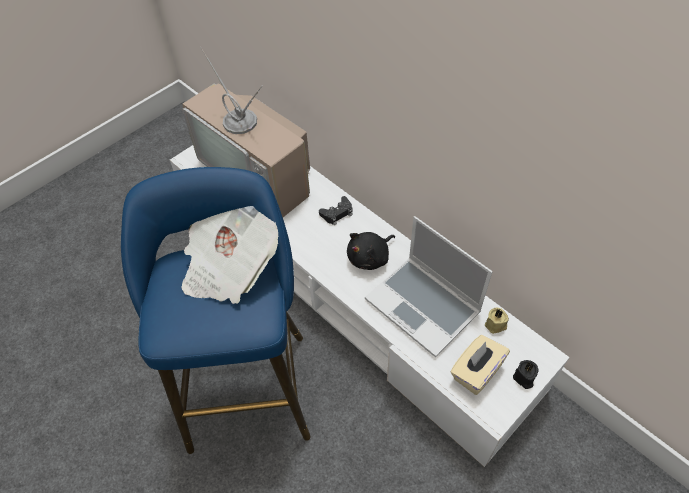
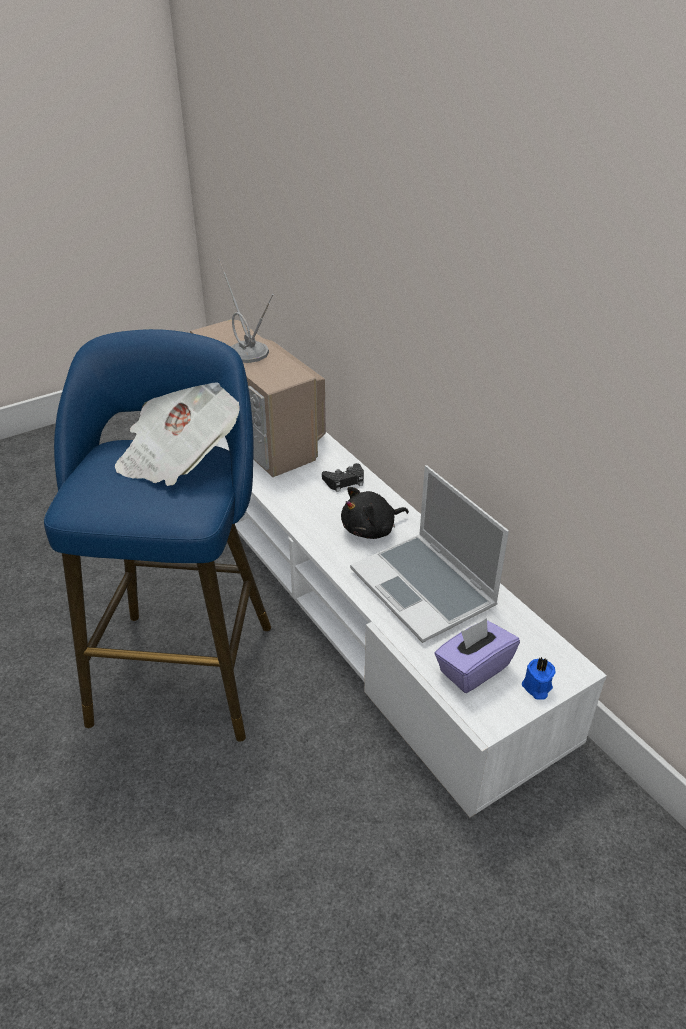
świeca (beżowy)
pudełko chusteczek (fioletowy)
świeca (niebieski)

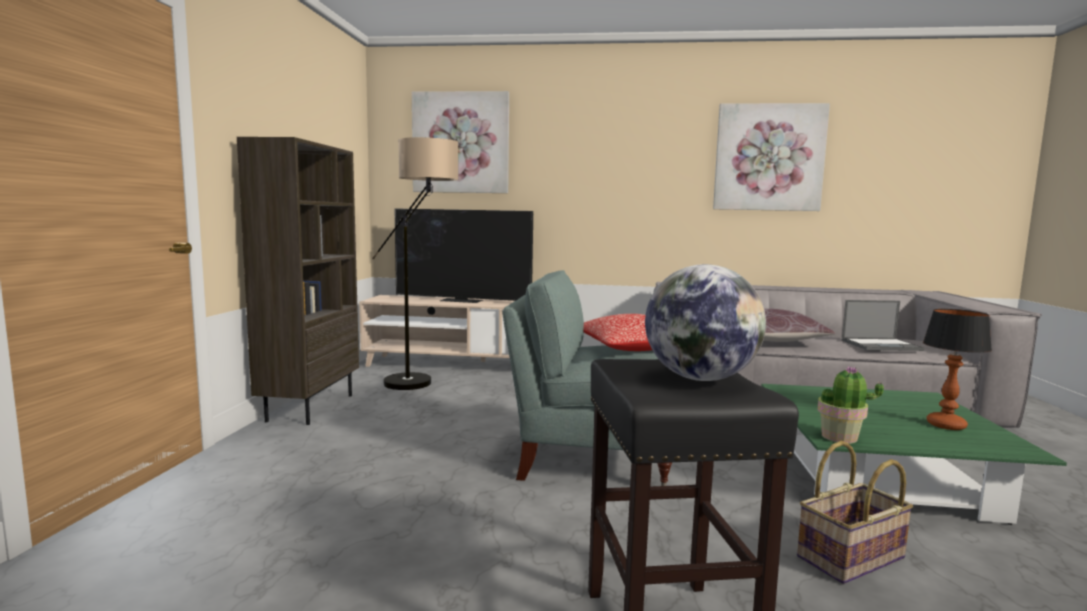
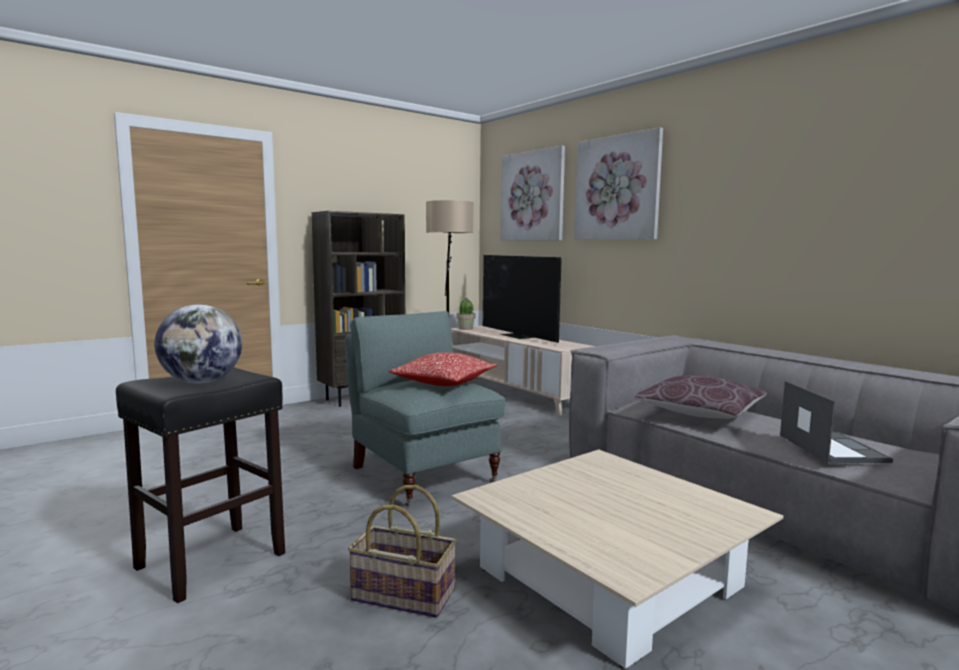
lampa stołowa
obraz (2nd from left)
roślina doniczkowa
ława (beżowy)
laptop

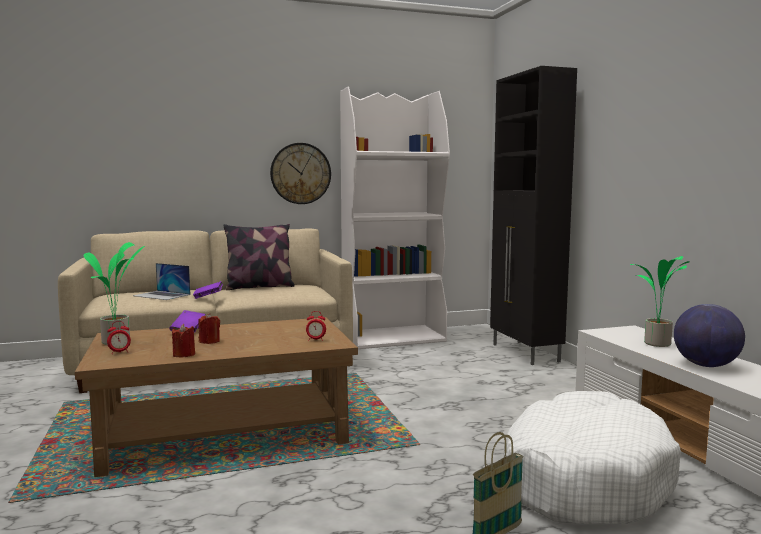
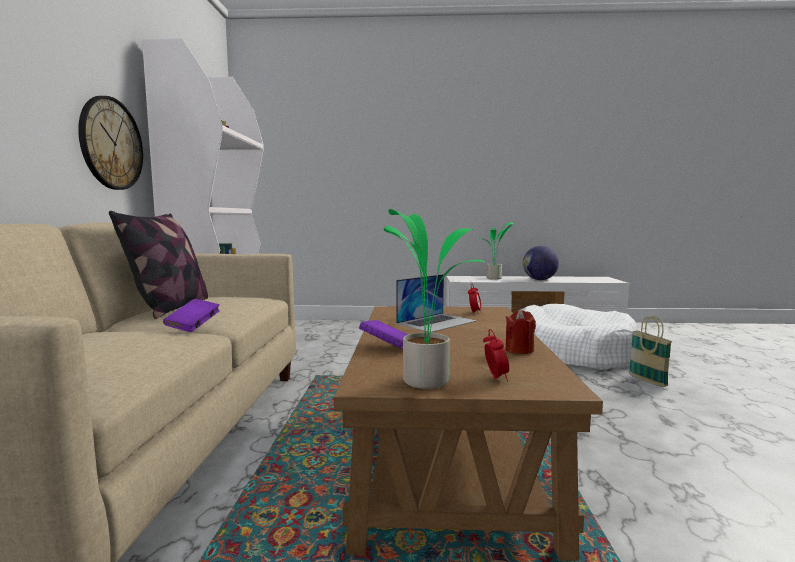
świeca (czerwony) (2nd from left in the first image)
szafka (czarny)
laptop

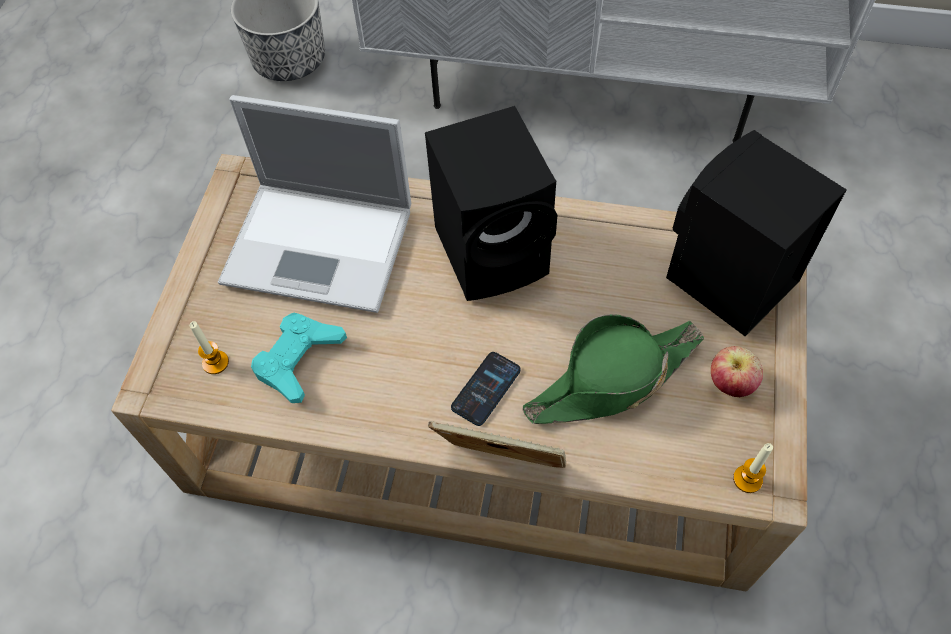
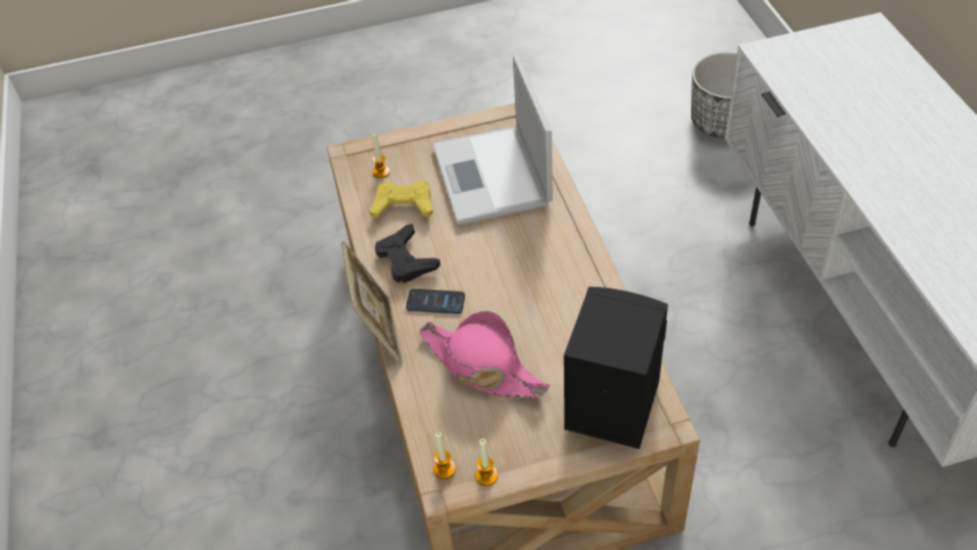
głośnik (czarny) (1st from left in the first image)
jabłko
pad do gier (czarny)
świeca (3rd from left)
pad do gier (żółty)
kapelusz (różowy)

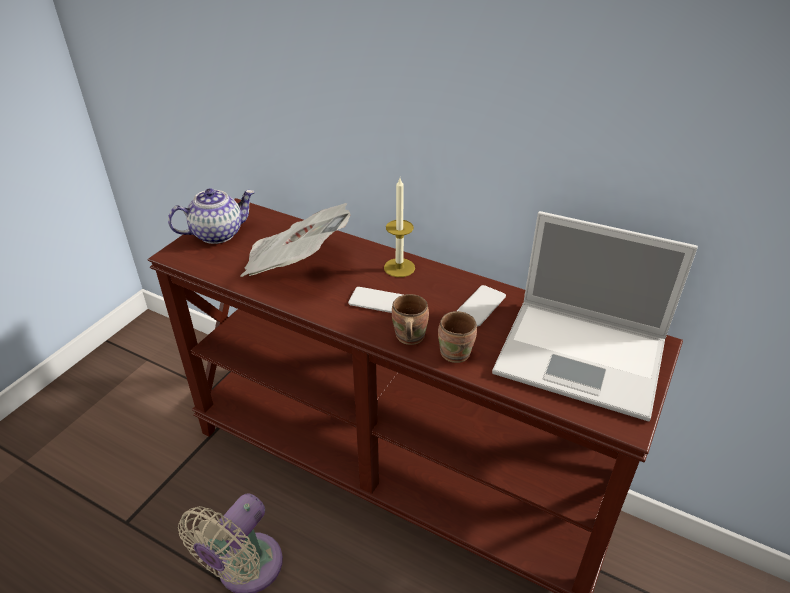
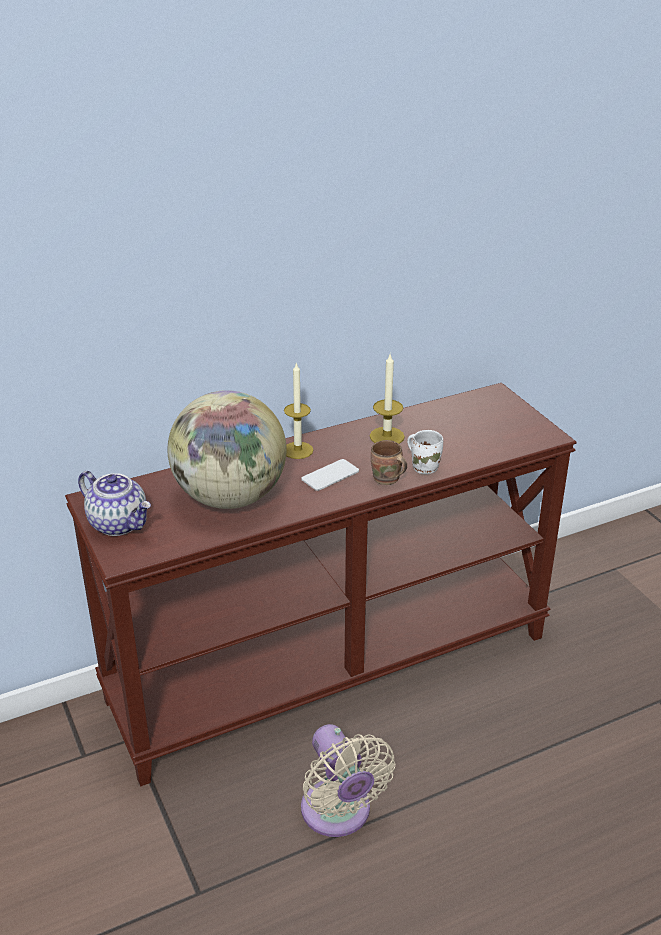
laptop
globus
świeca (2nd from left)
kubek (biały)
imbryk

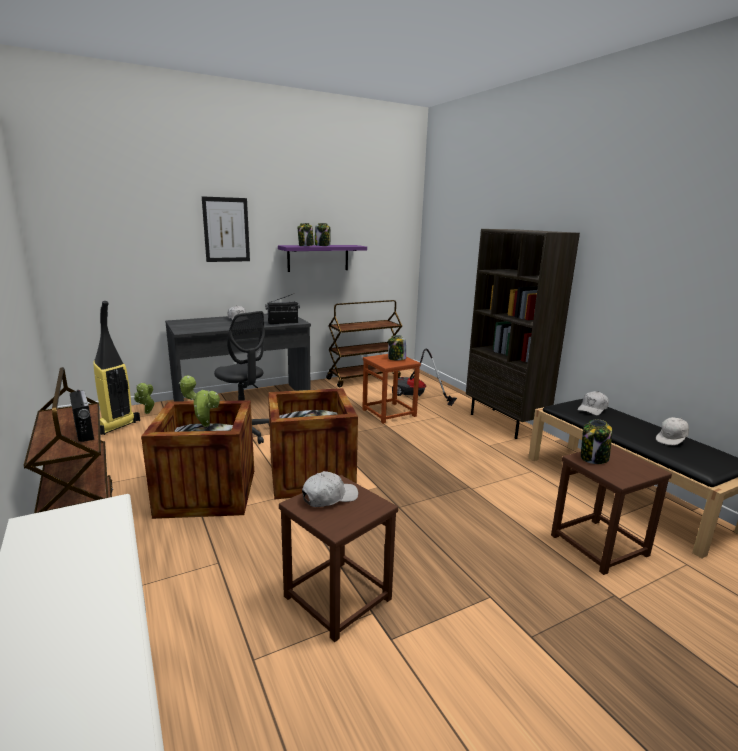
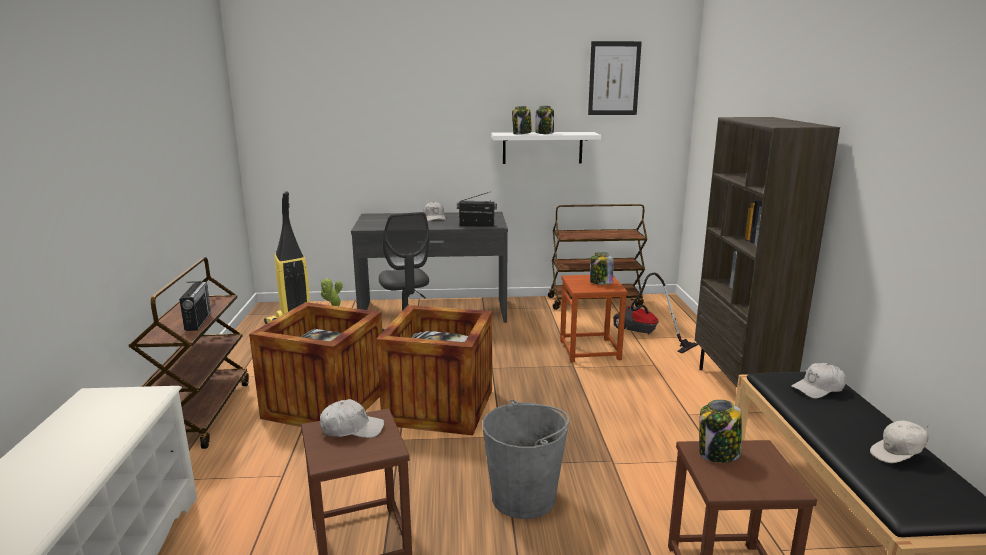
roślina doniczkowa (2nd from left in the first image)
wiadro (szary)
obraz
półka (biały)

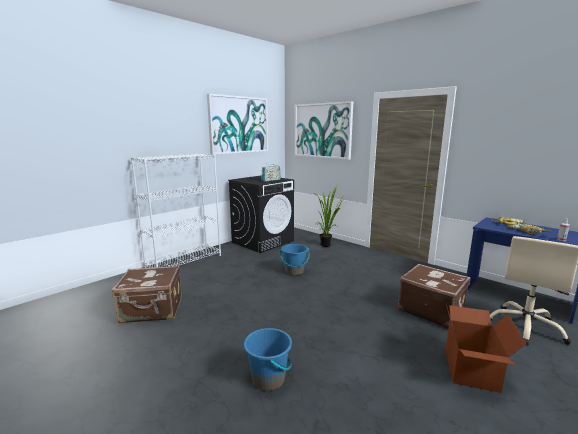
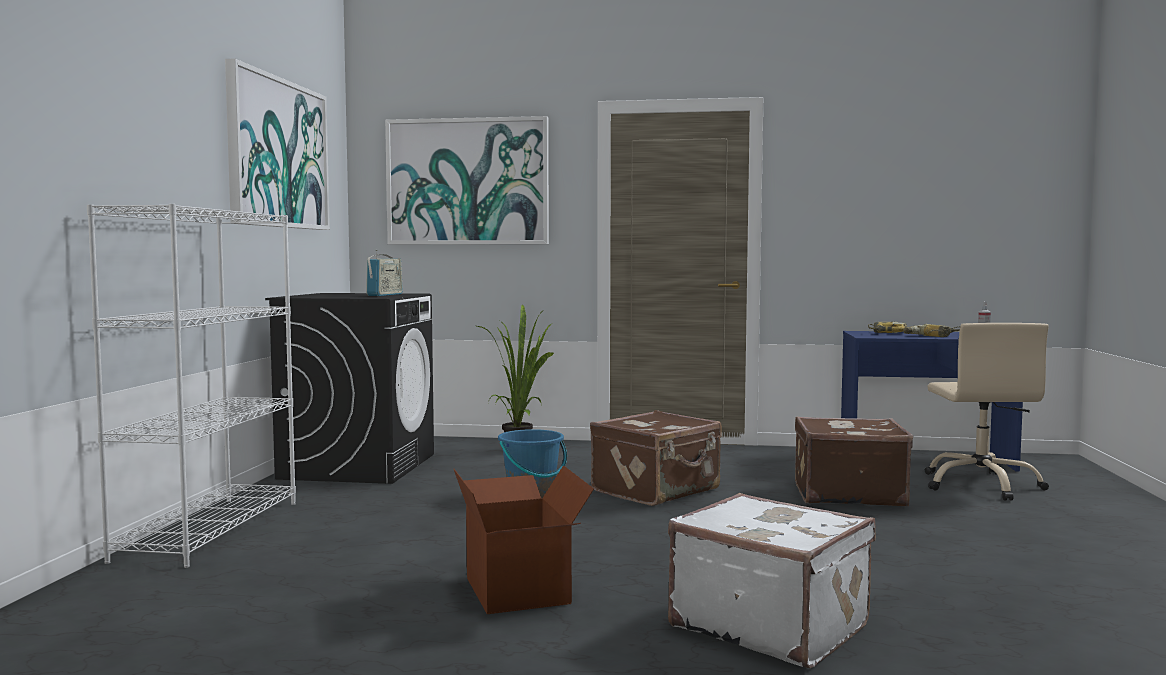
walizka (brązowy) (1st from left)
karton
walizka (biały)

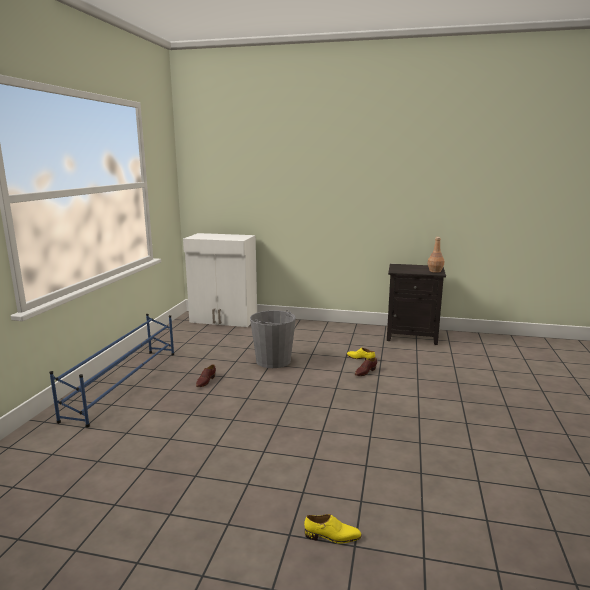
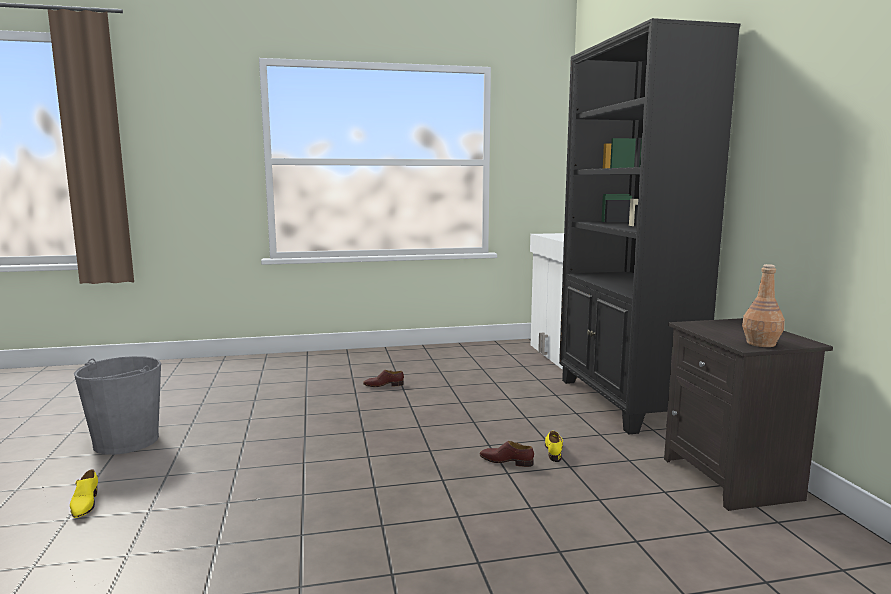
regał na buty (niebieski)
regał (czarny)
wiadro (szary)

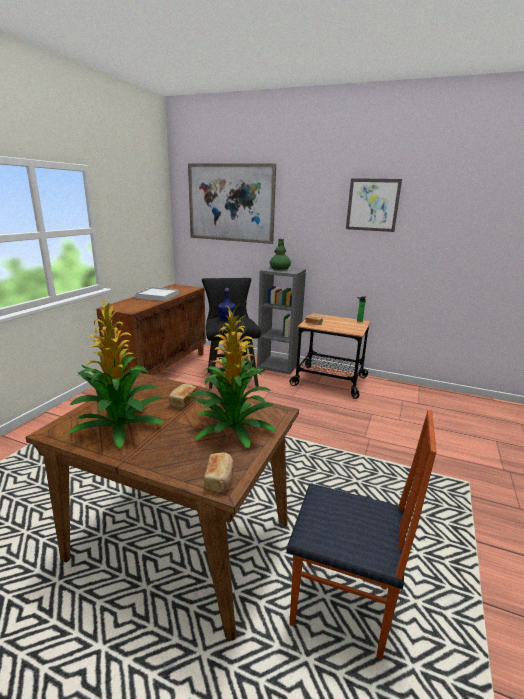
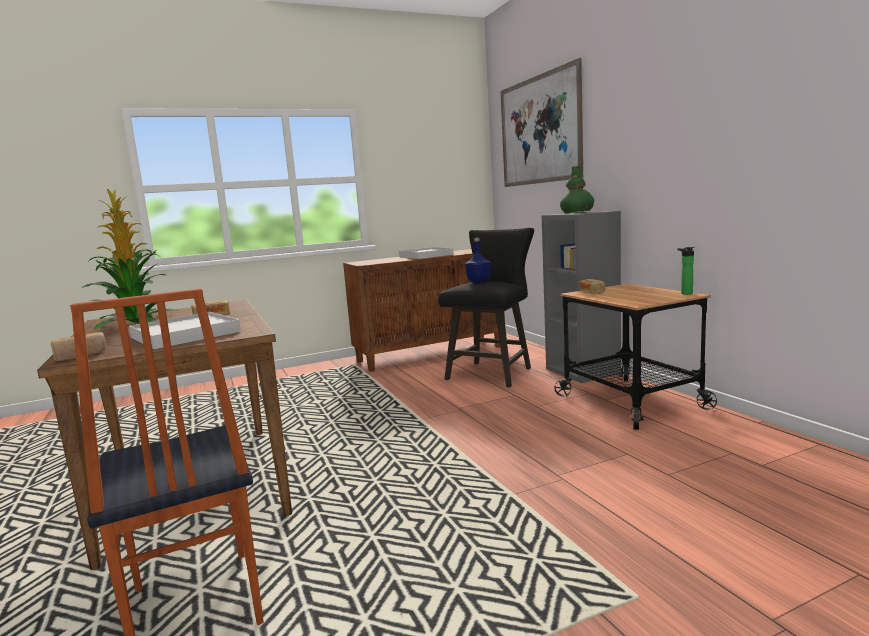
obraz (2nd from left in the first image)
taca (biały) (1st from left)

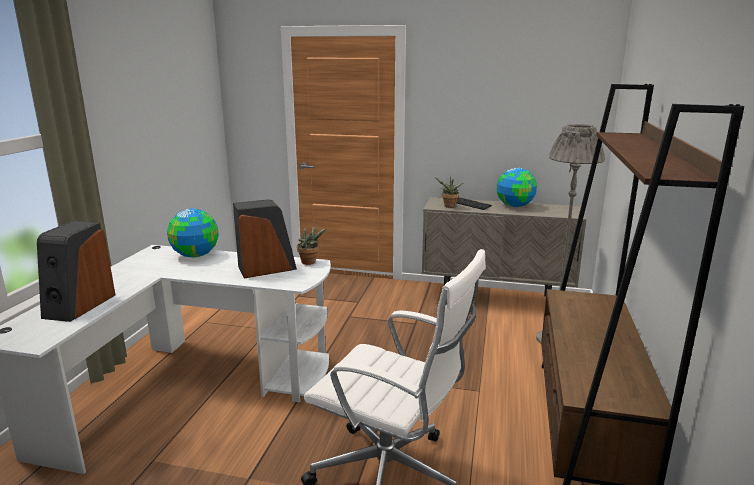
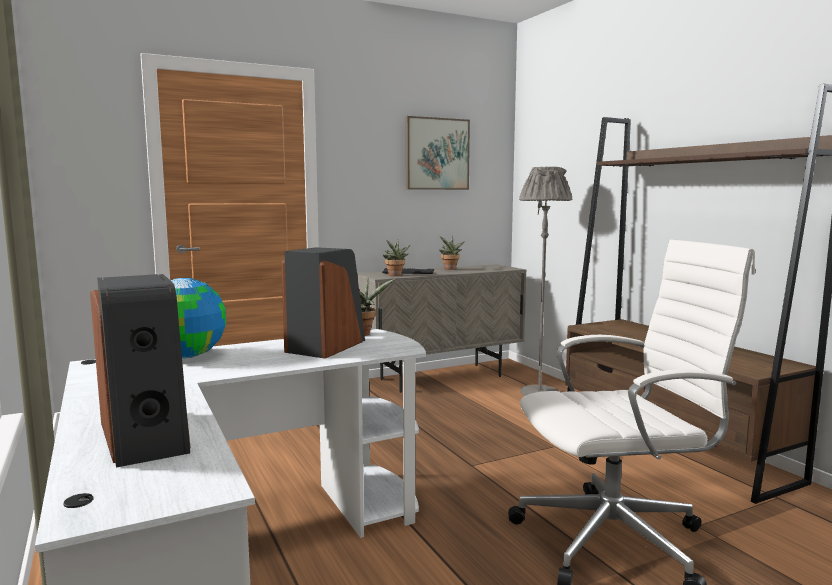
obraz
roślina doniczkowa (3rd from left)

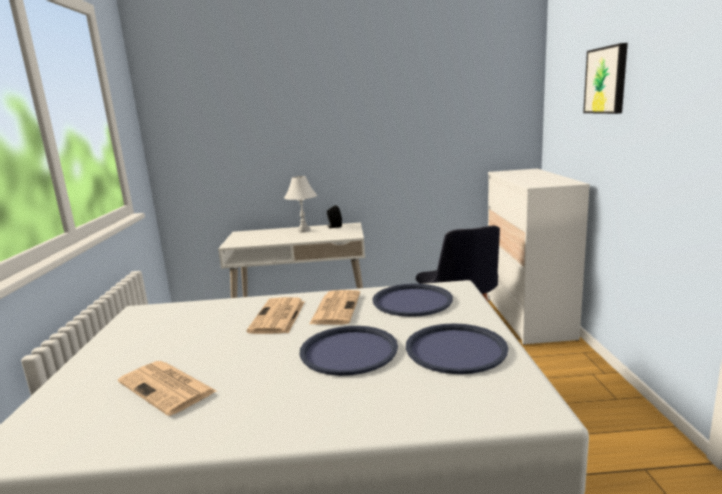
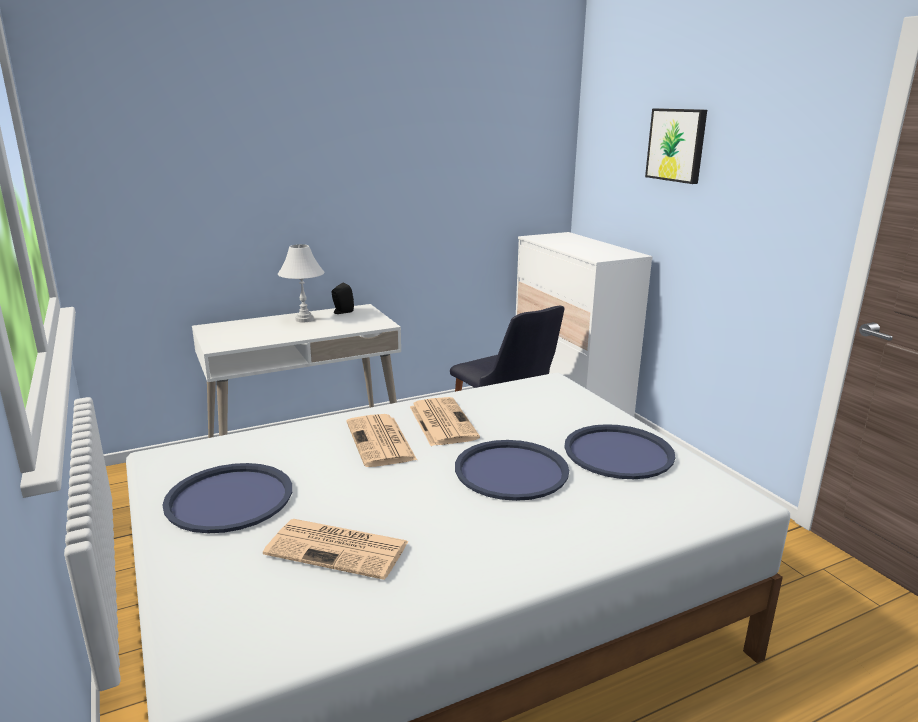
taca (niebieski) (1st from left)

